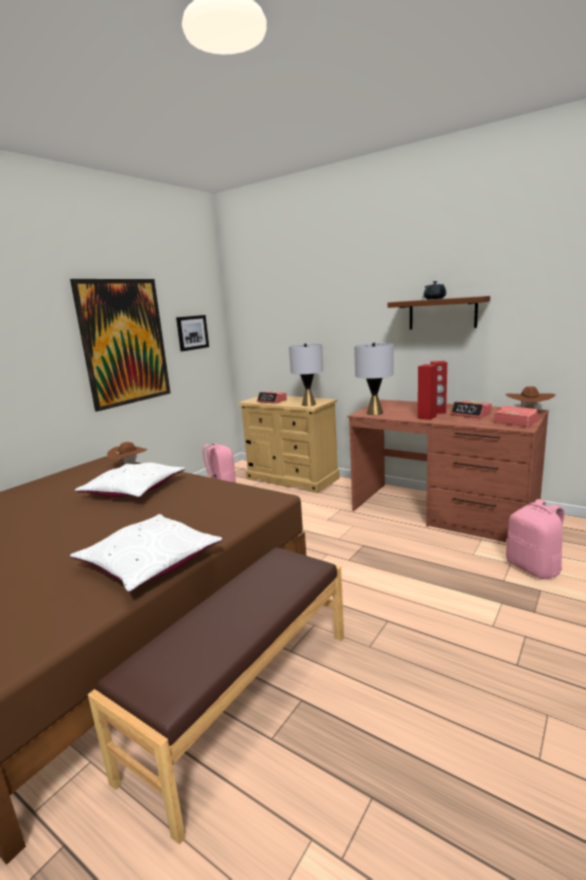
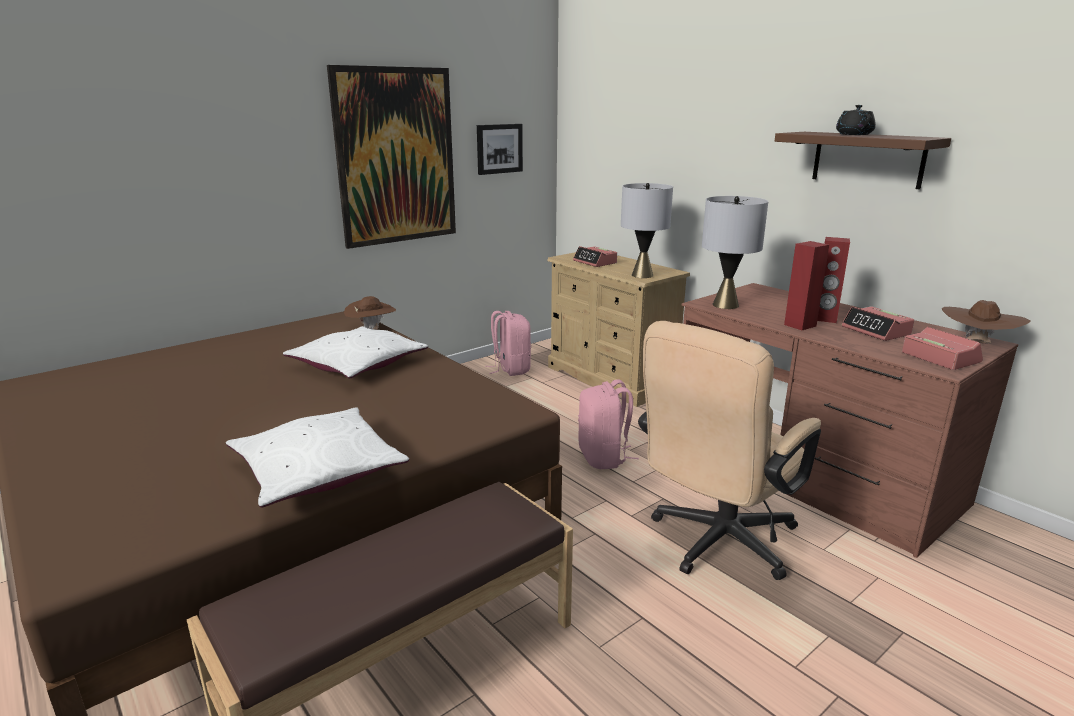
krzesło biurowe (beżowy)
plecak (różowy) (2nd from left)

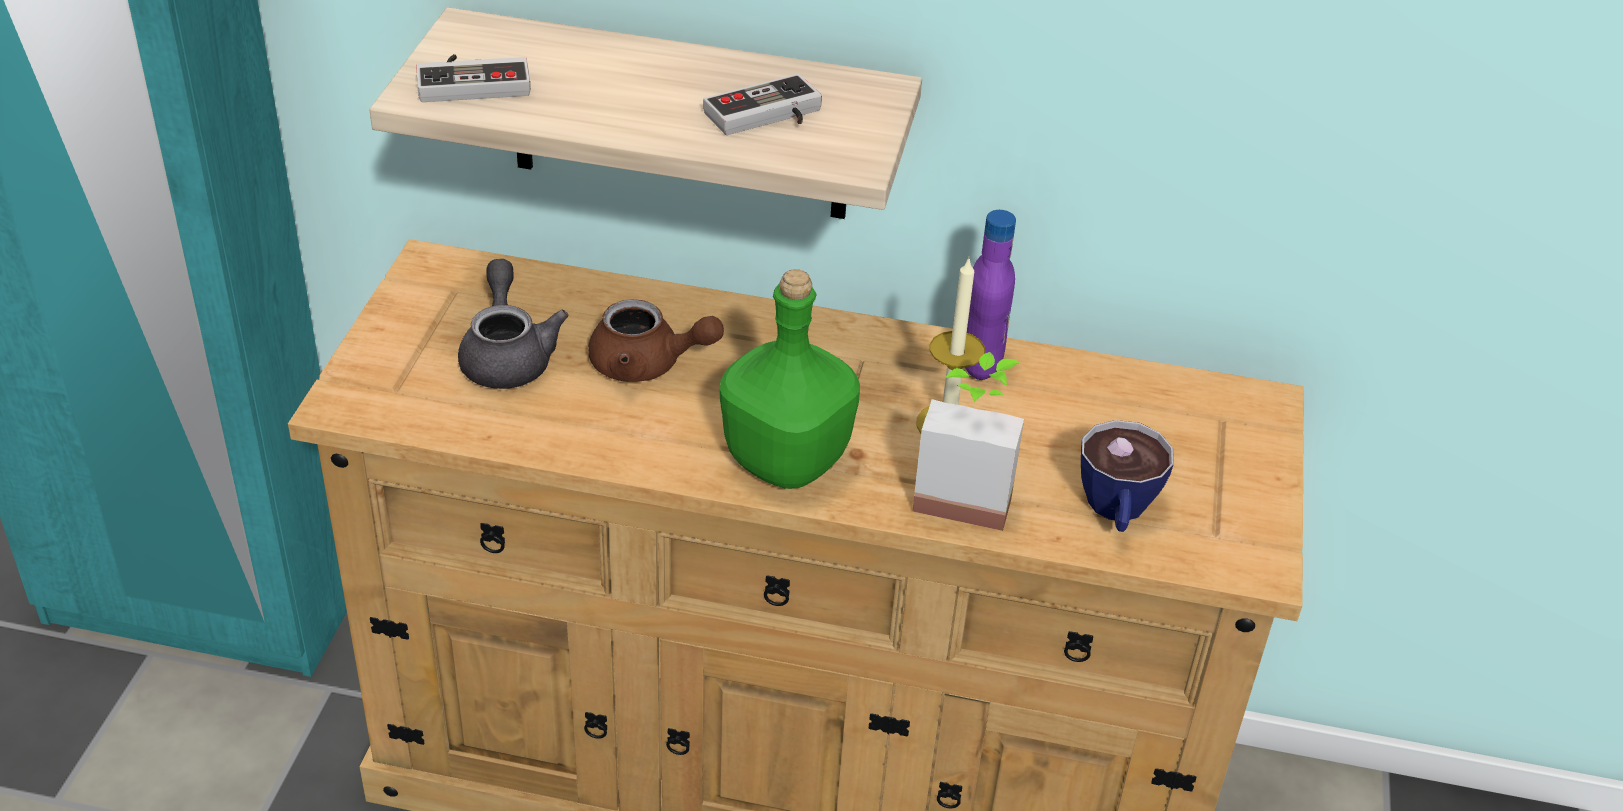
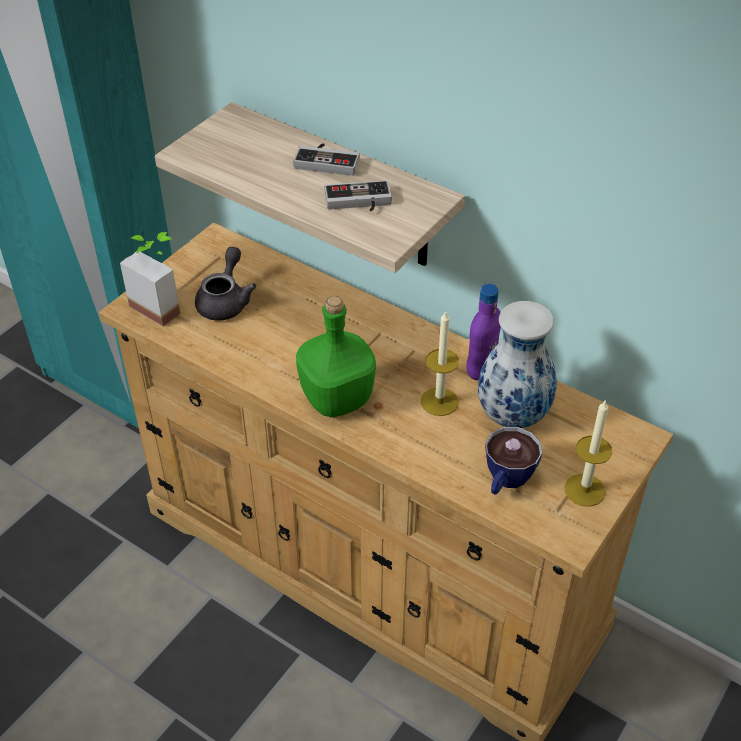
imbryk (brązowy)
wazon
świeca (2nd from left)
pad do gier (1st from left)
roślina doniczkowa

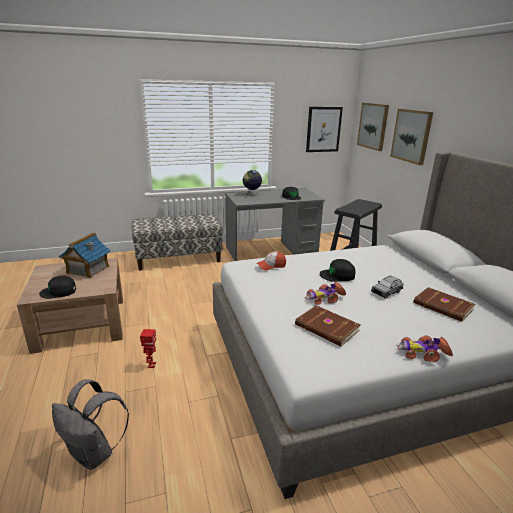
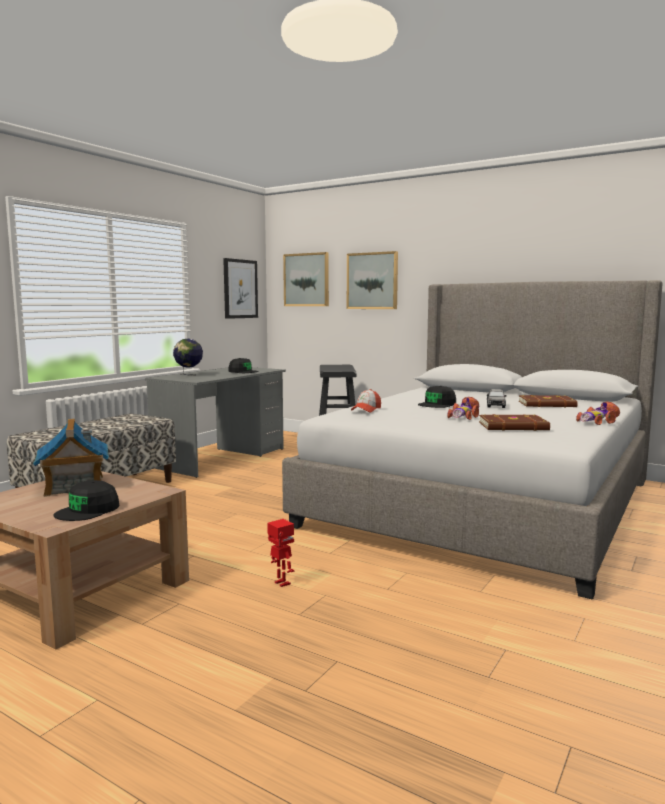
plecak (szary)

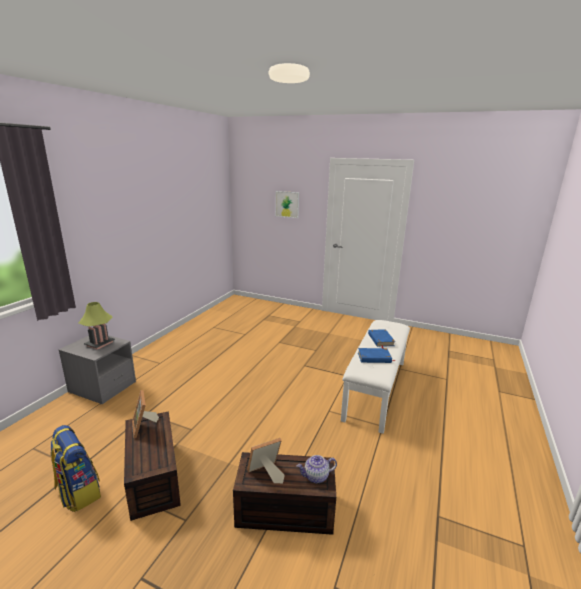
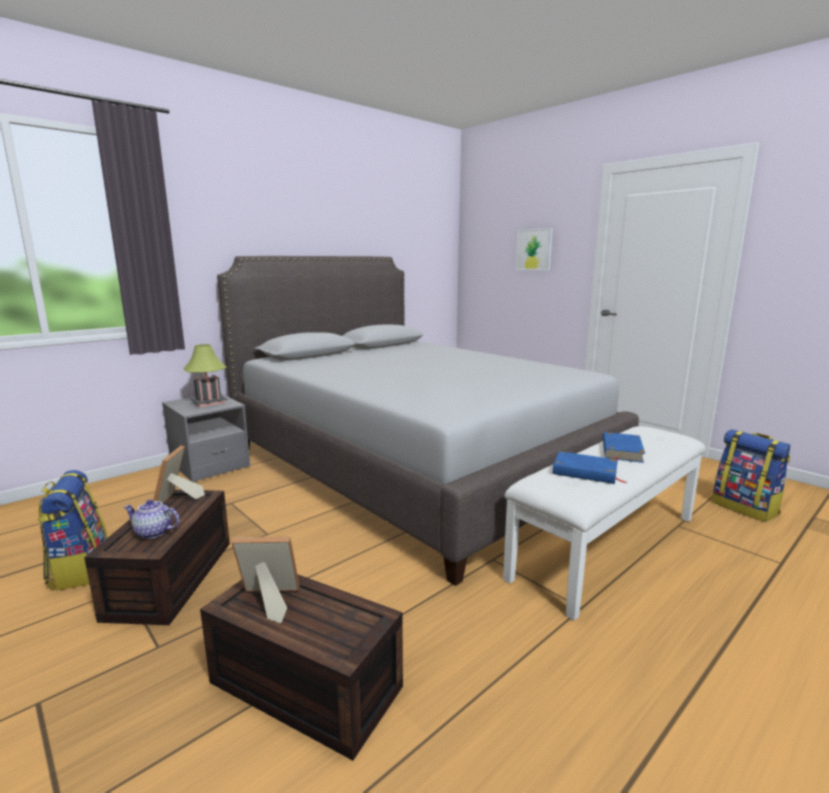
łóżko (szary)
plecak (2nd from left)
imbryk

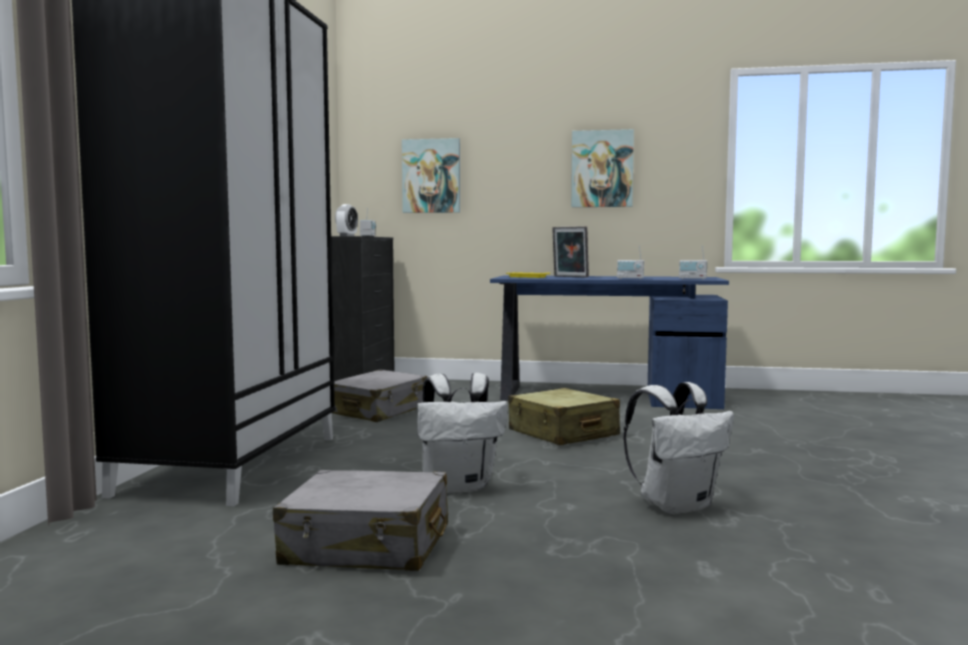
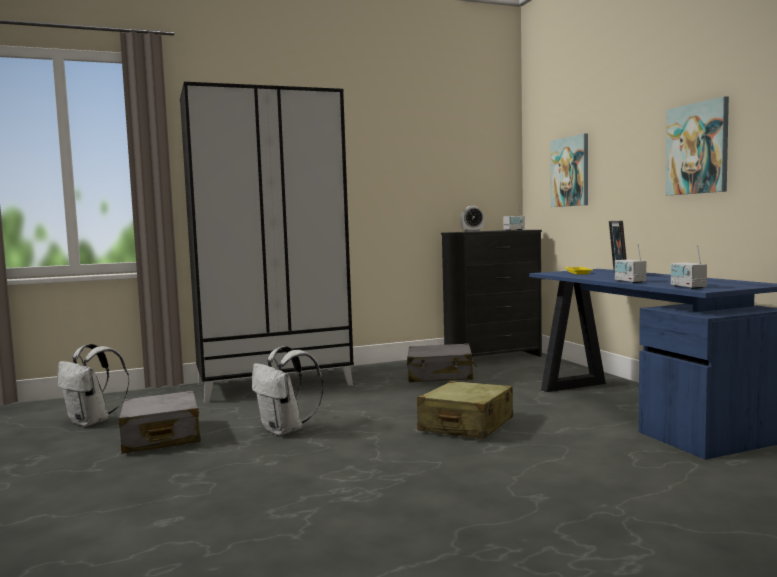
plecak (biały) (1st from left)

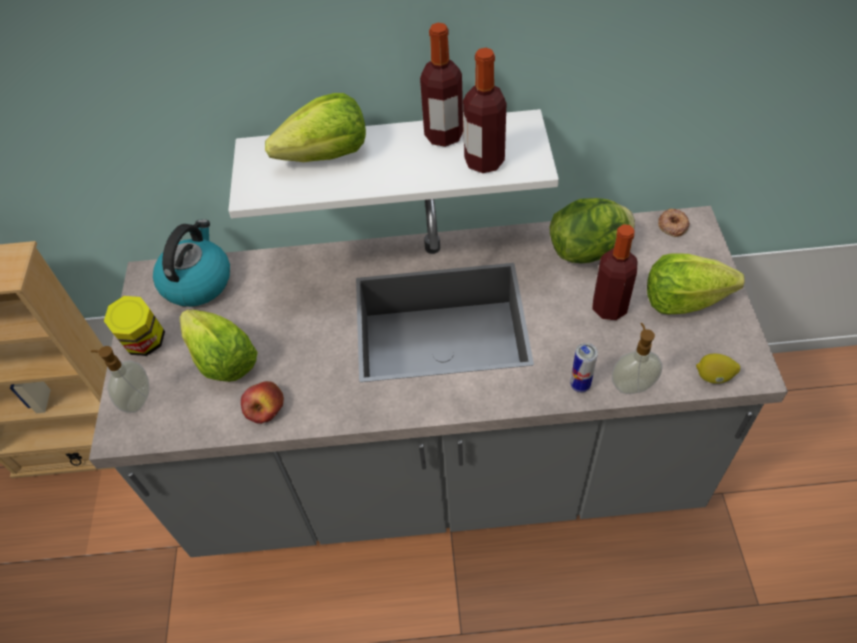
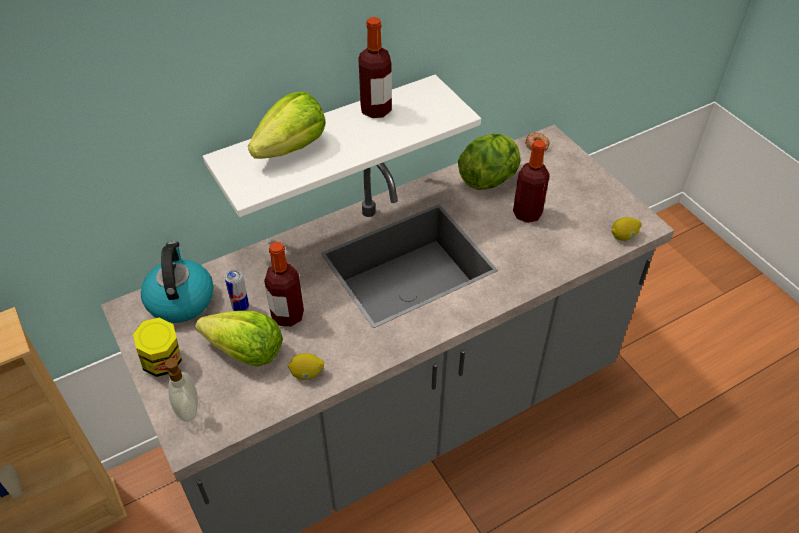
dozownik mydła (2nd from left in the first image)
sałata (4th from left in the first image)
butelka (1st from left)
puszka
cytryna (1st from left)

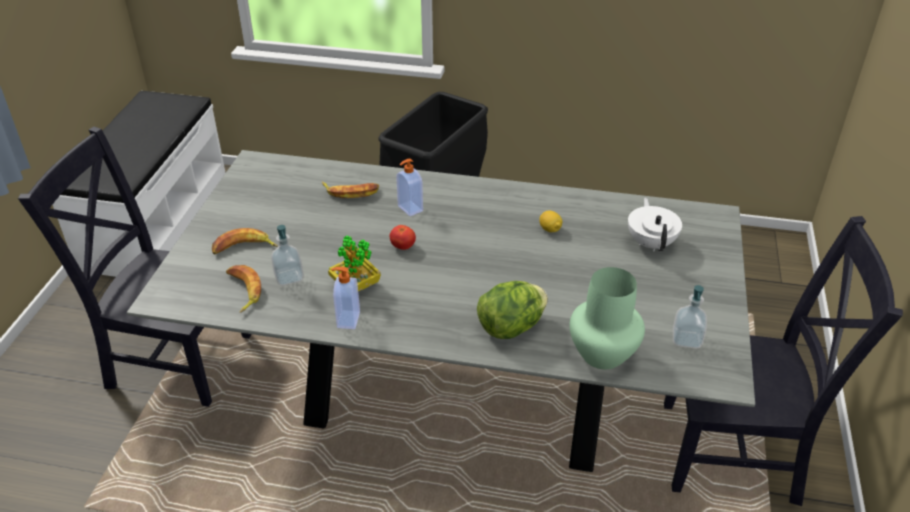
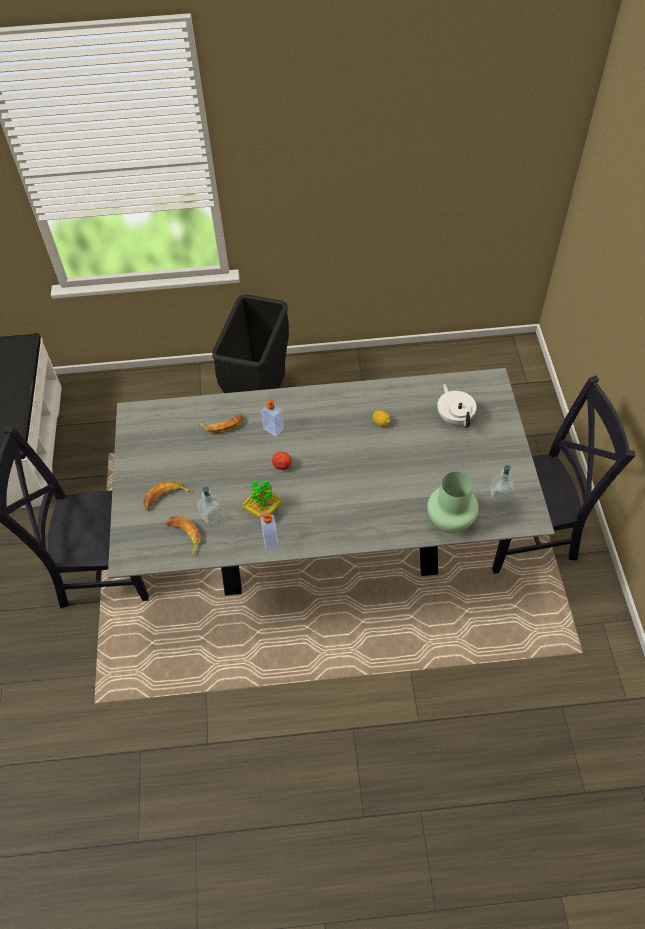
sałata

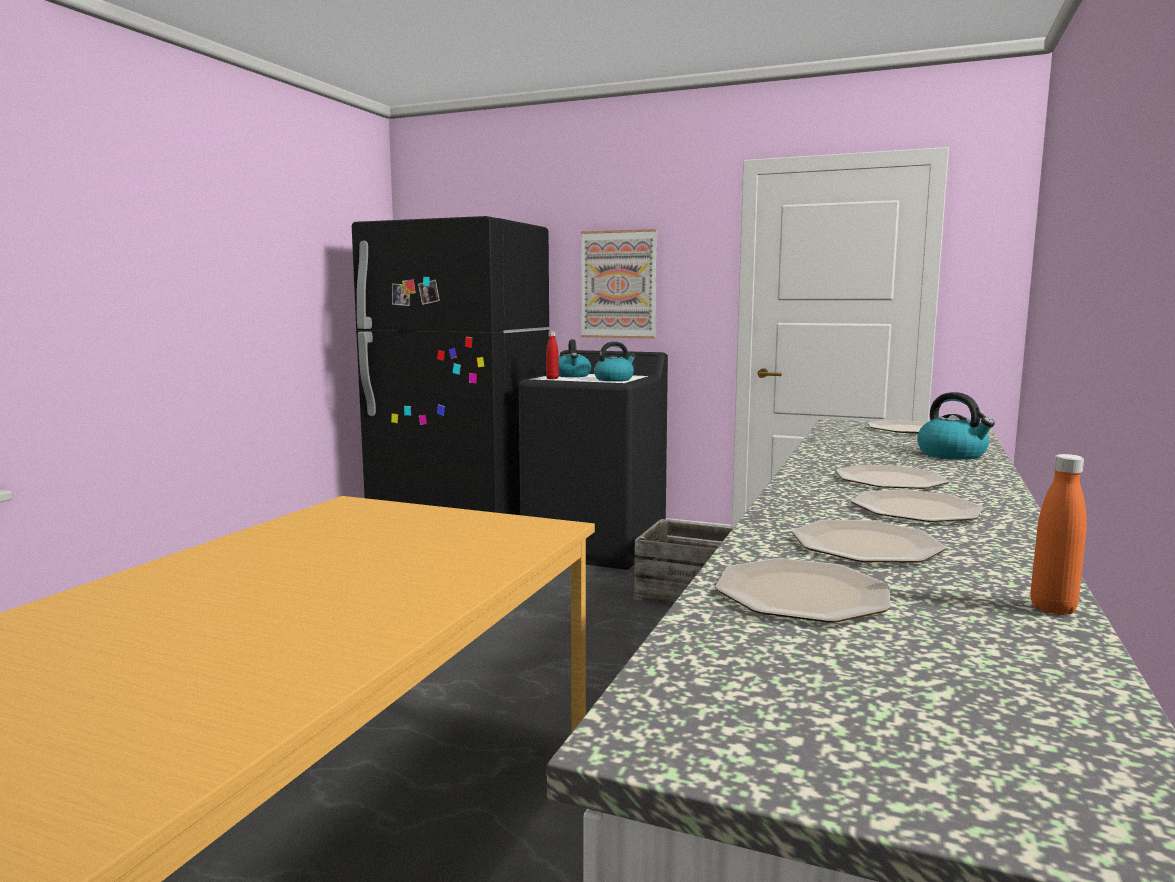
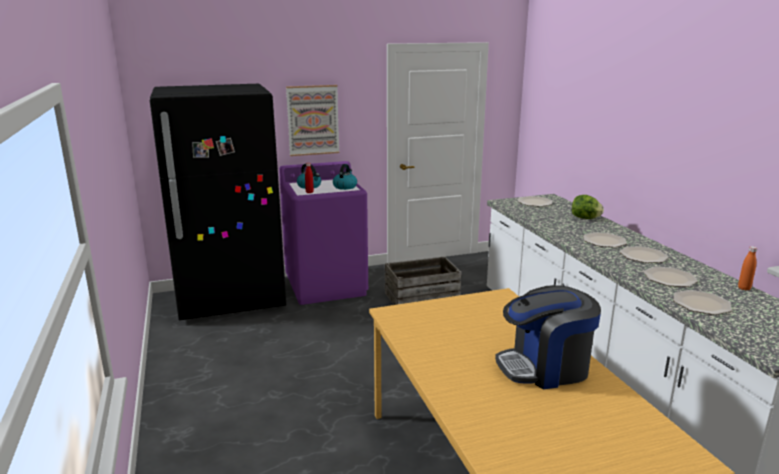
ekspres do kawy
sałata
pralka (fioletowy)

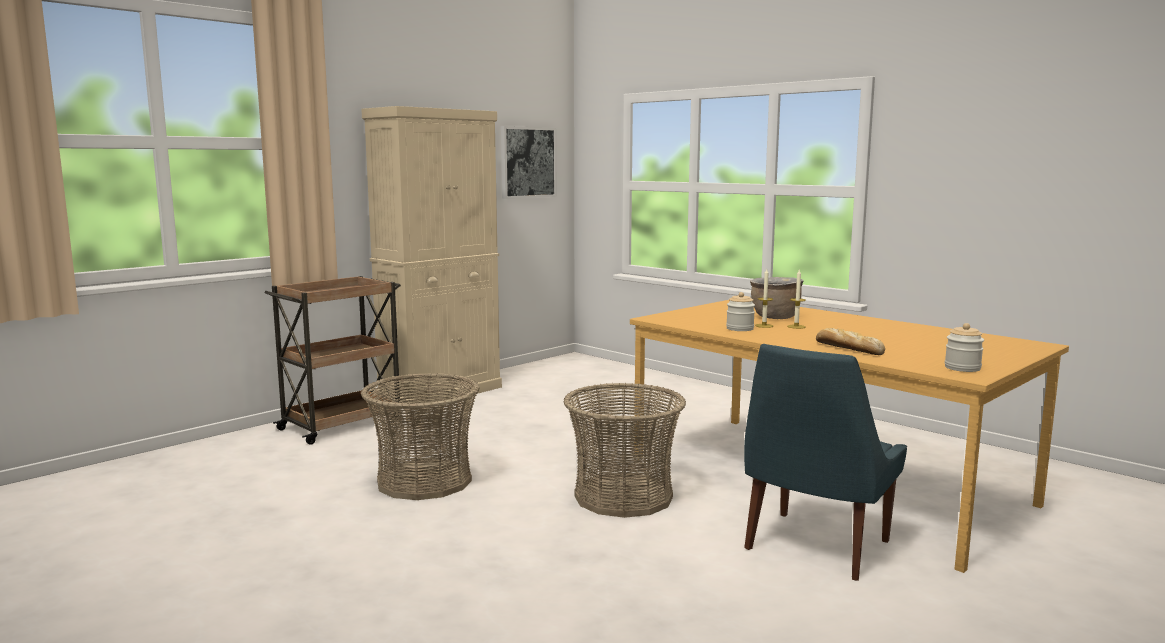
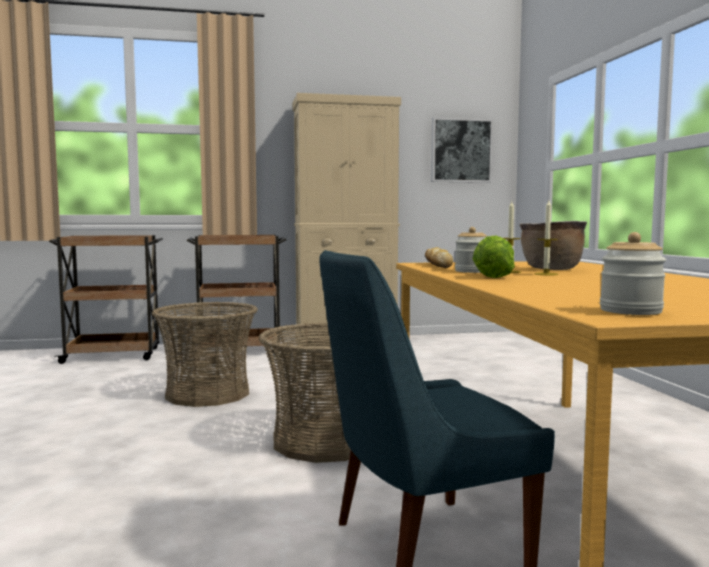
wózek (brązowy) (1st from left)
sałata
chleb

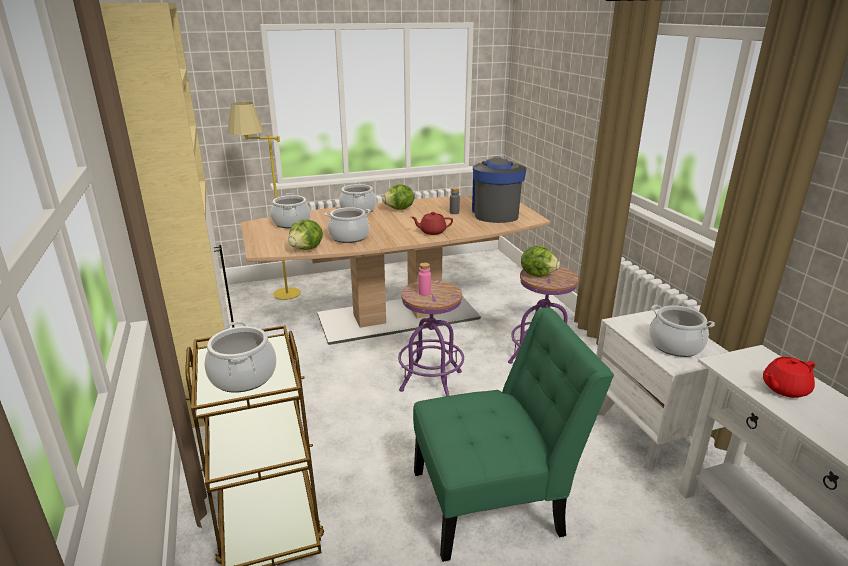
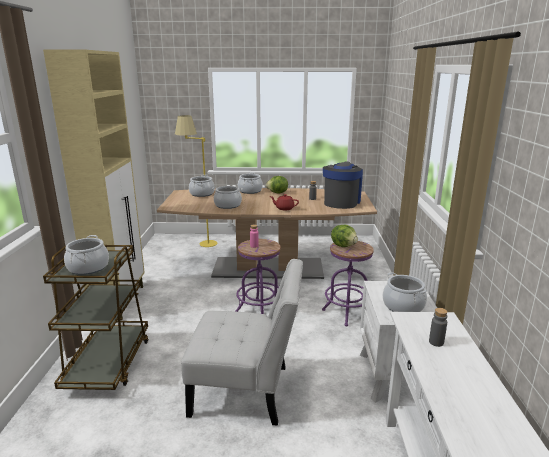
sałata (1st from left in the first image)
butelka (szary) (2nd from left)
krzesło (biały)

